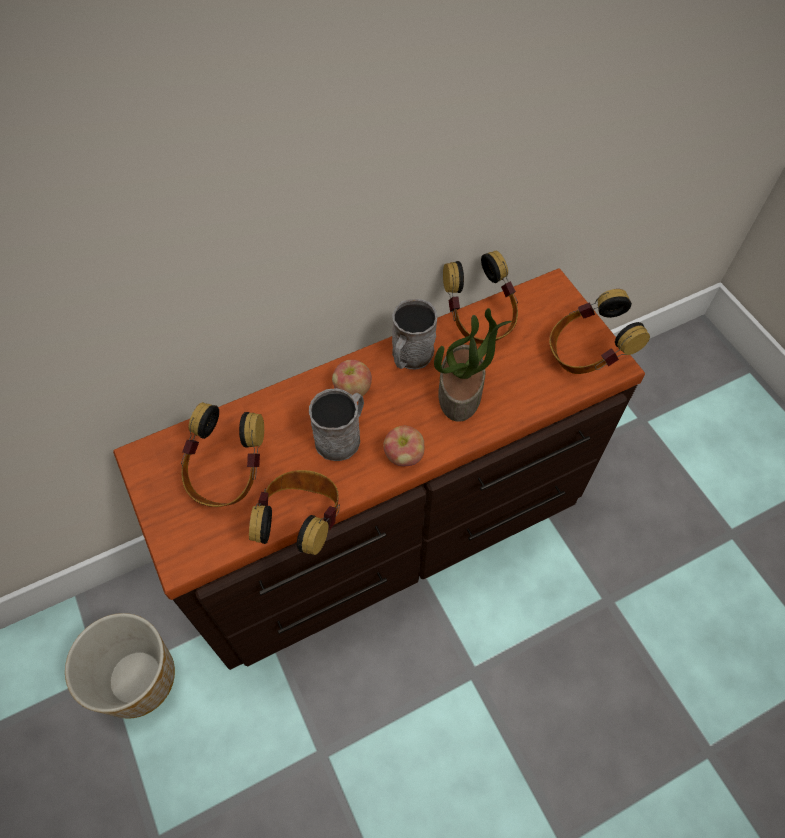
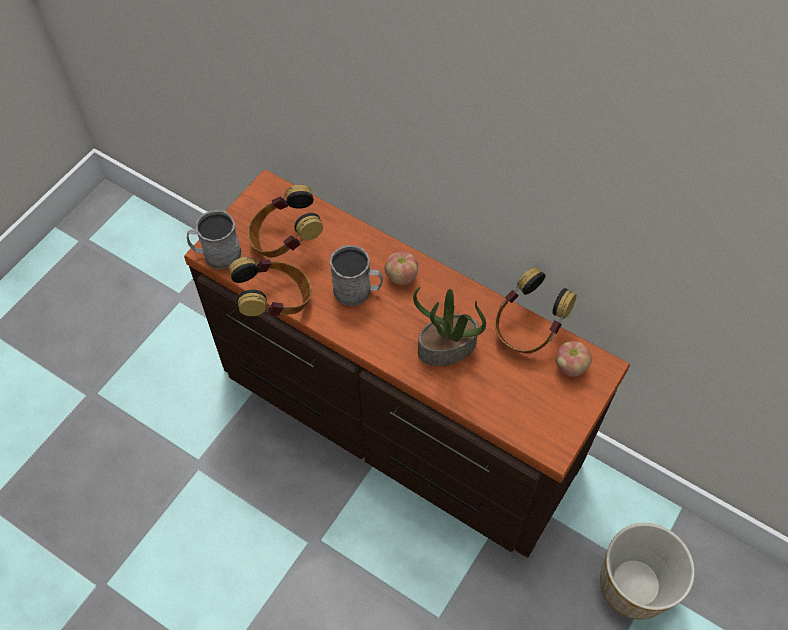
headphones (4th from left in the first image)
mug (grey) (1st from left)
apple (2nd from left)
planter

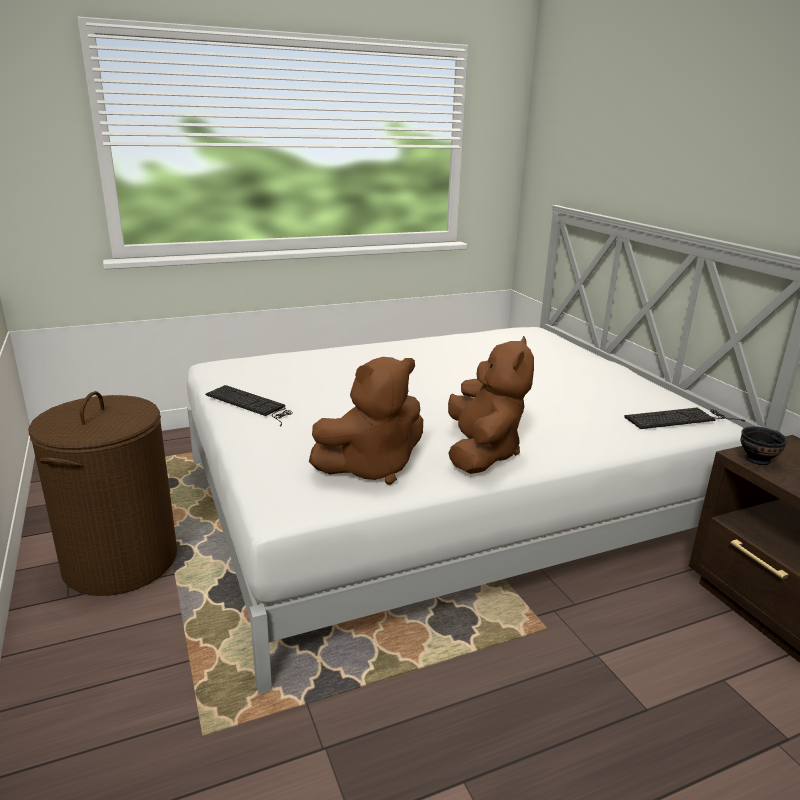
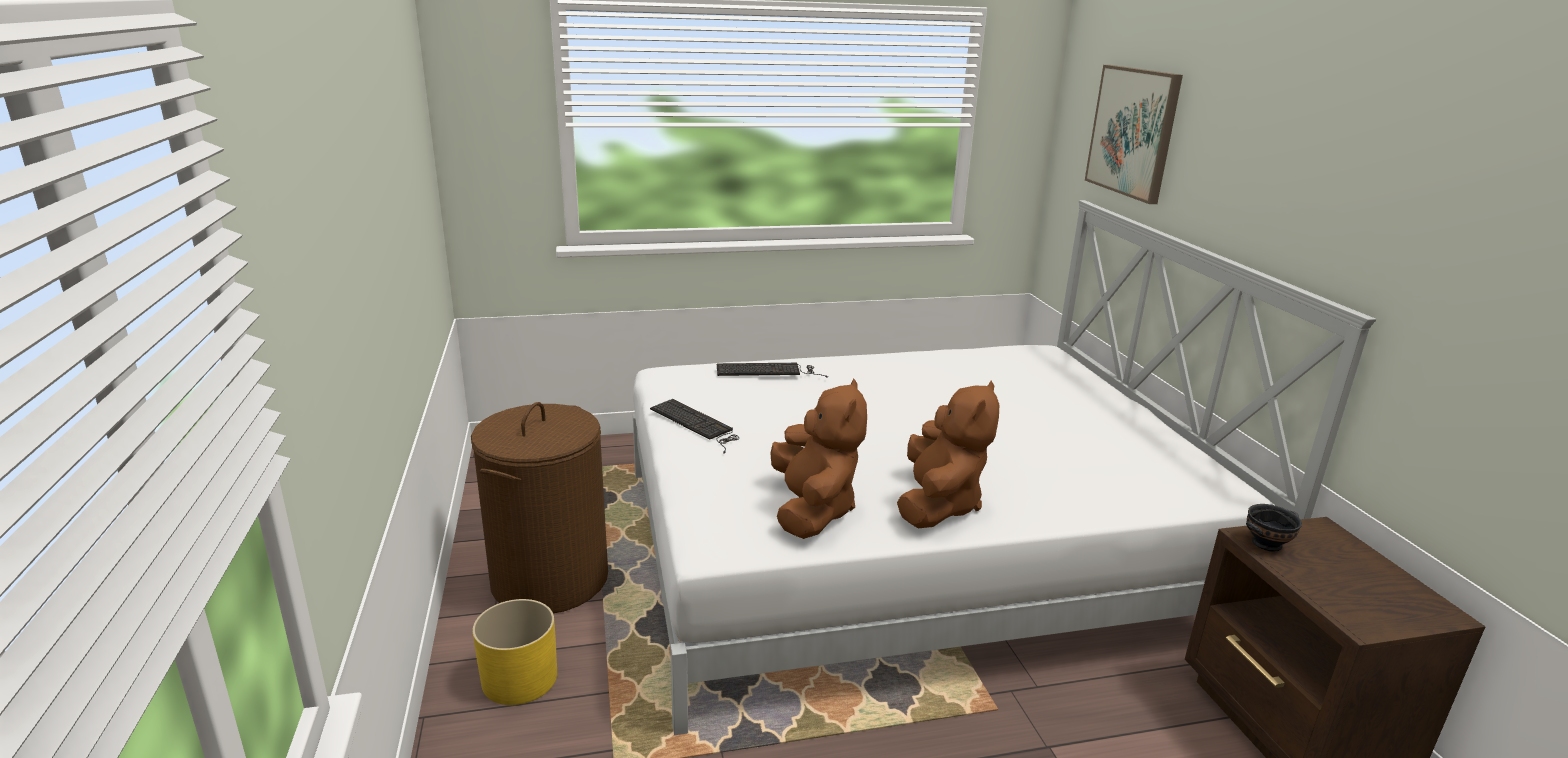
plush toy (brown) (1st from left)
keyboard (2nd from left)
picture
planter (yellow)

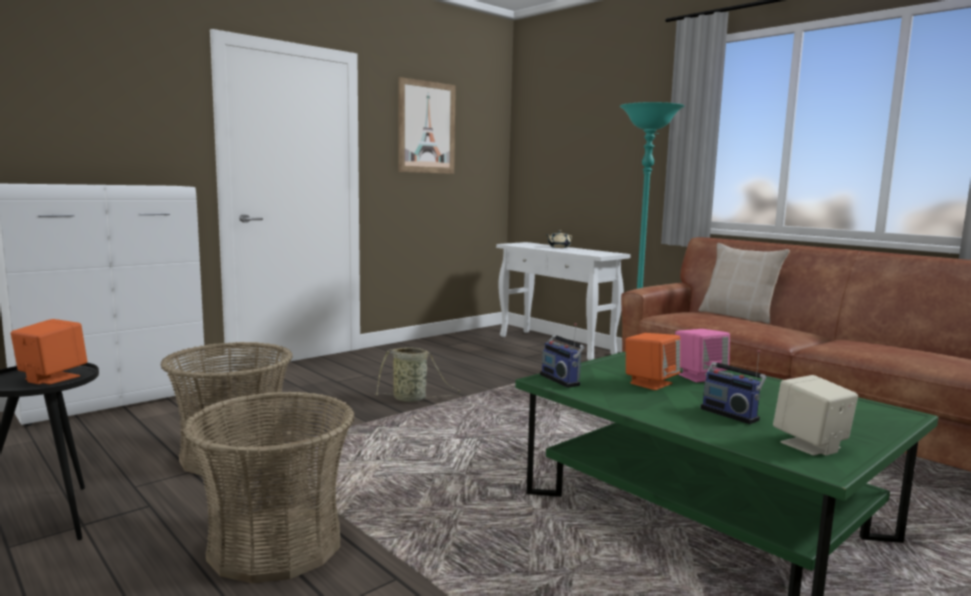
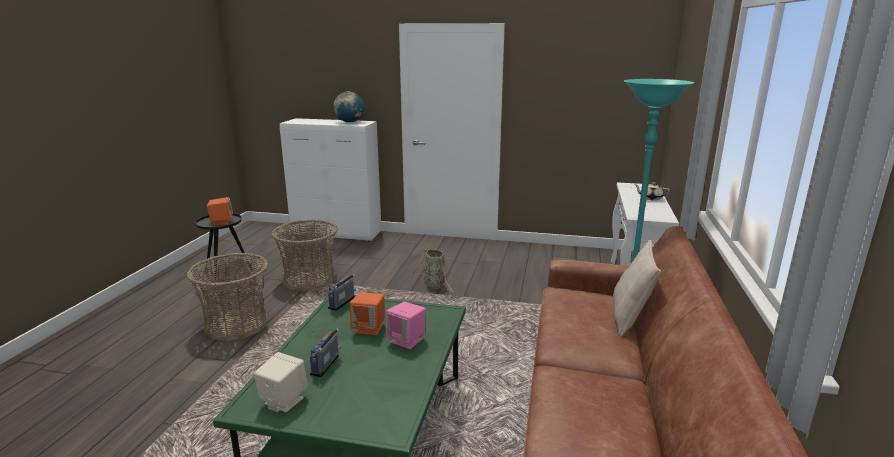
picture
globe

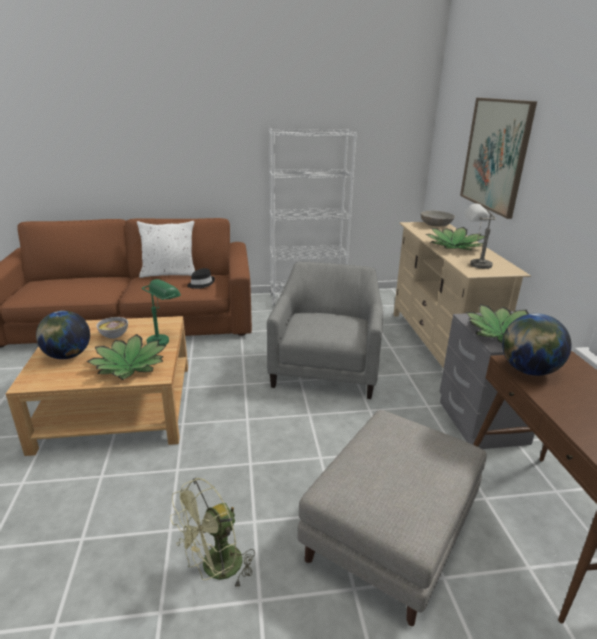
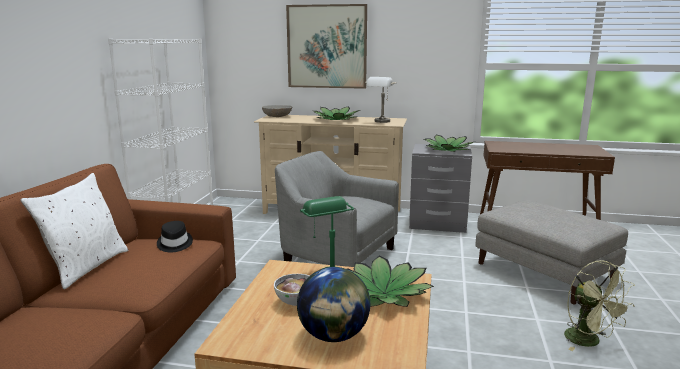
globe (2nd from left in the first image)

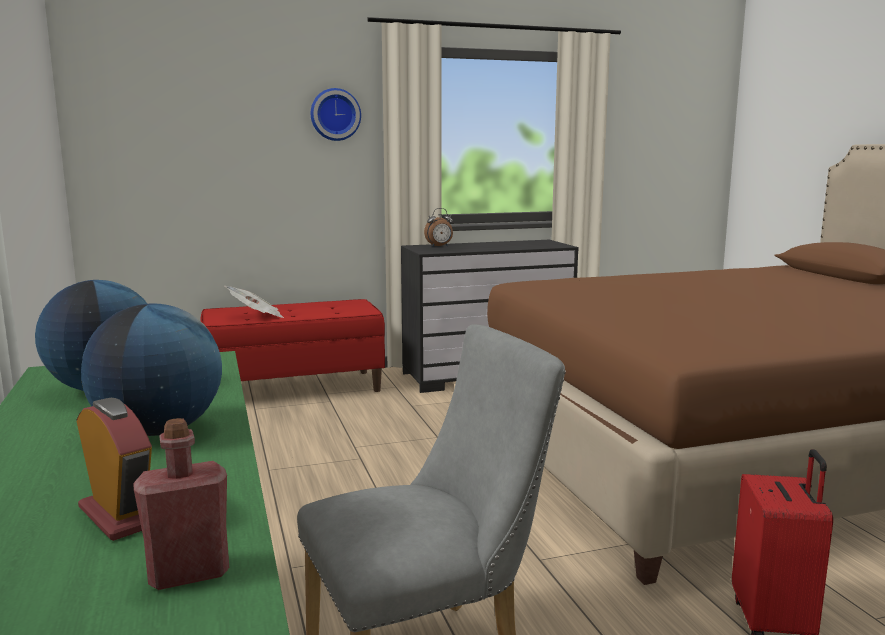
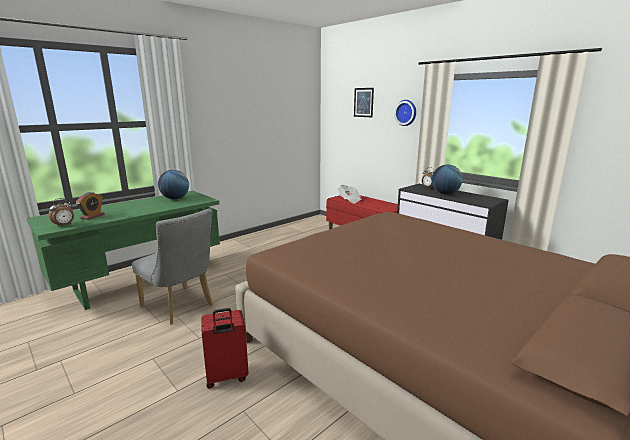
globe (2nd from left)
alarm clock (1st from left)
picture

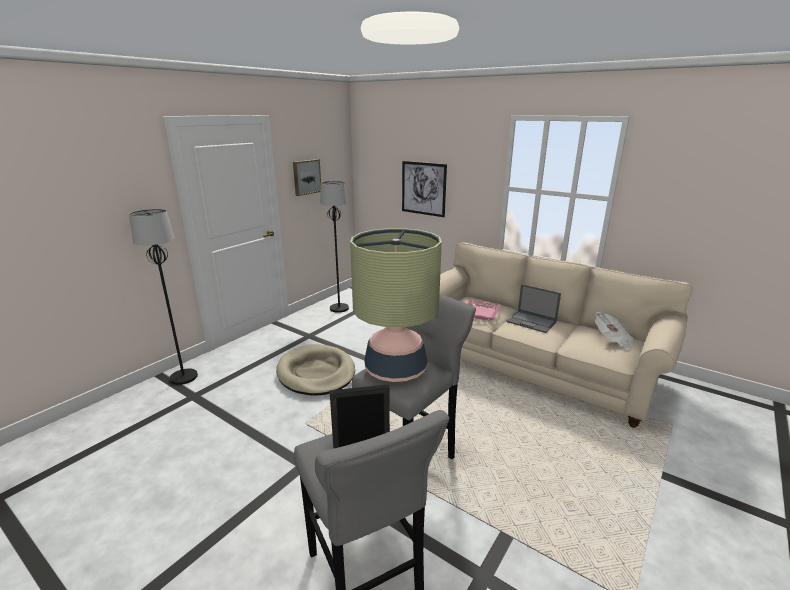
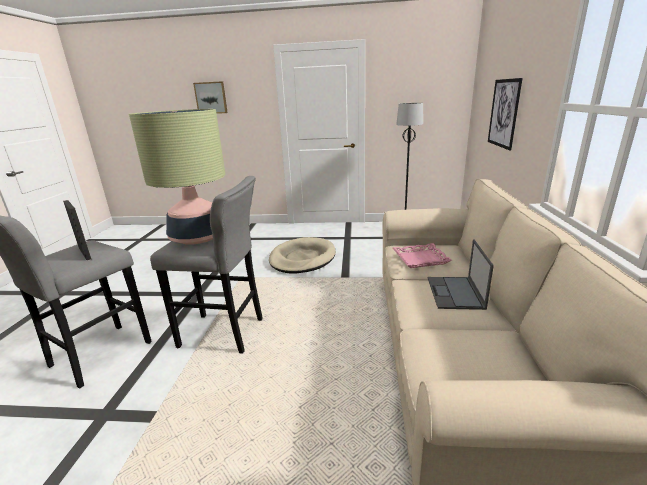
picture (1st from left)
floor lamp (black) (1st from left in the first image)
newspaper

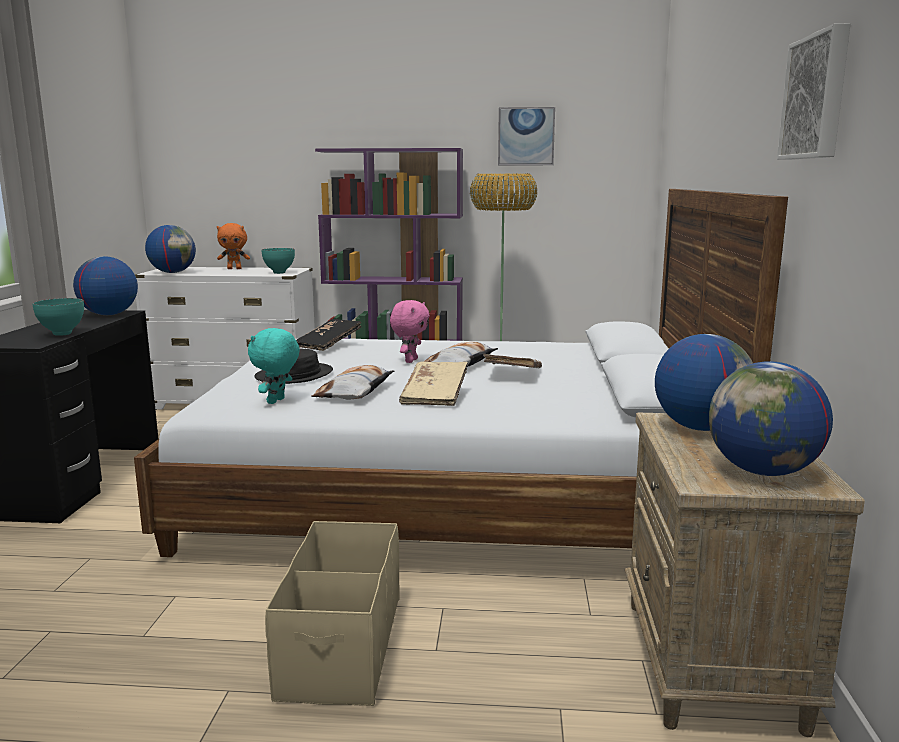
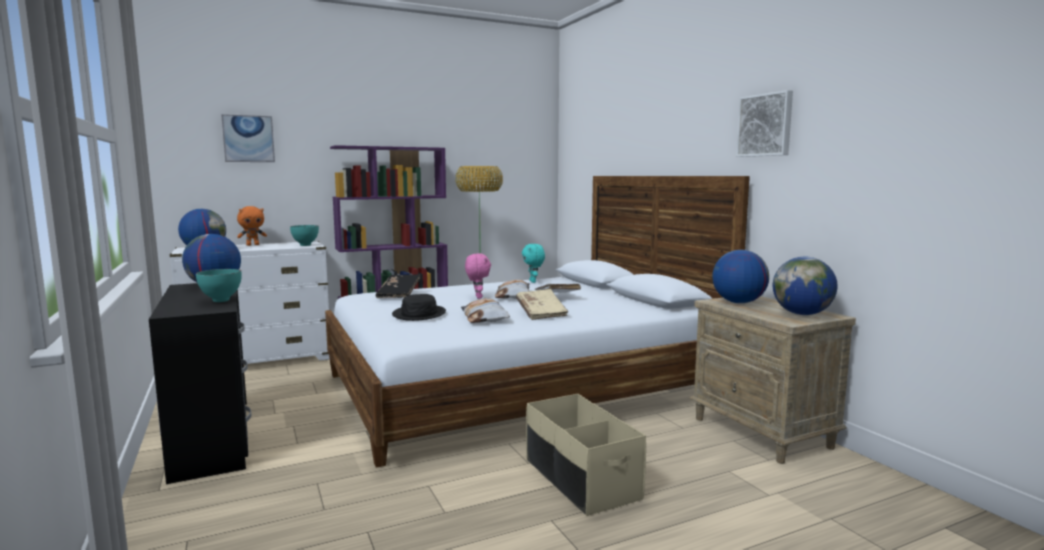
picture (1st from left)
plush toy (turquoise)

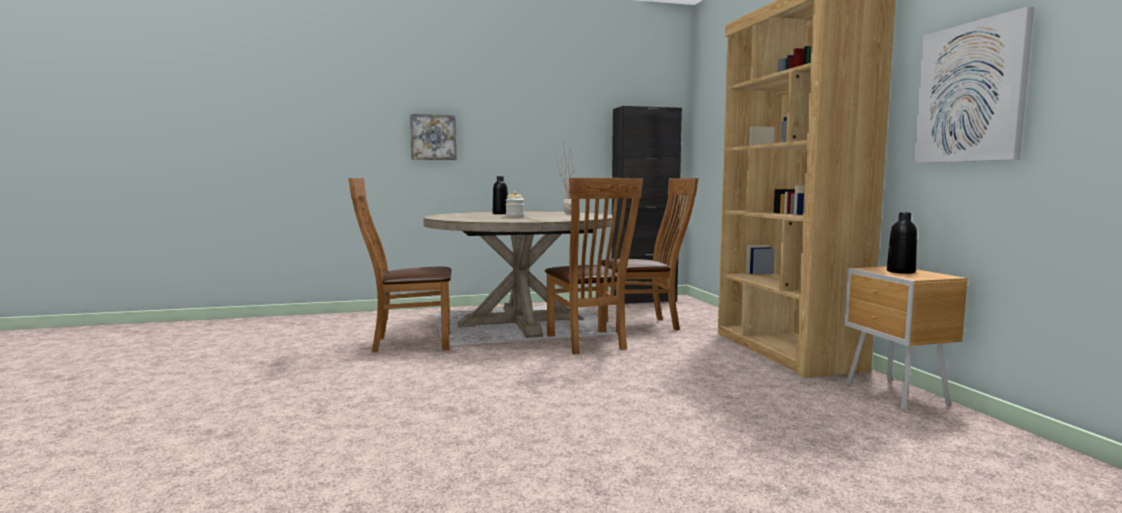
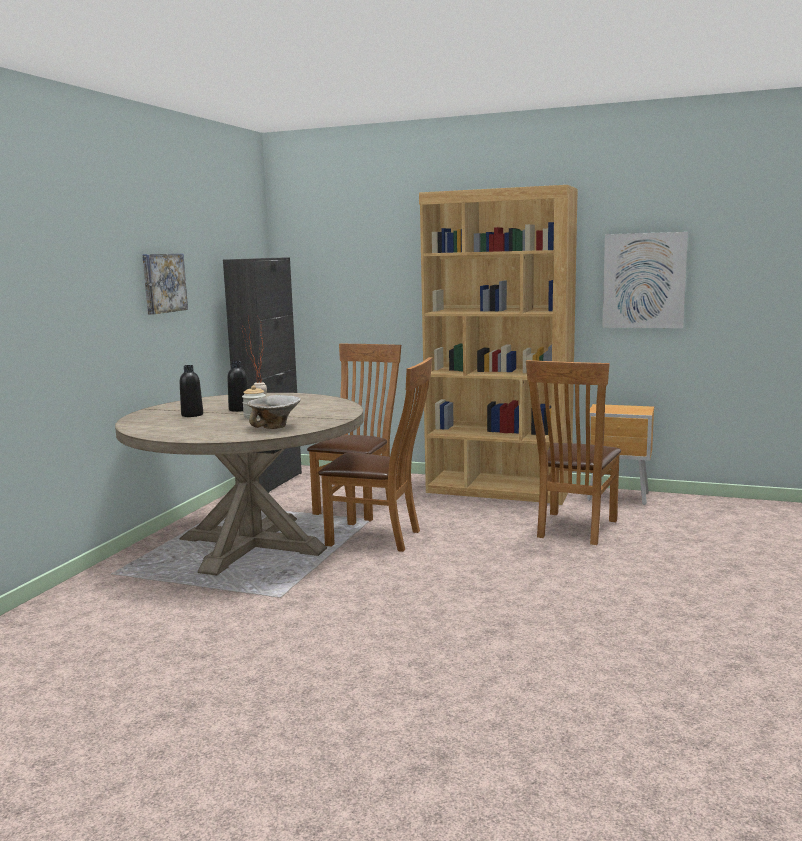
picture (1st from left)
chair (brown) (3rd from left)
bottle (black) (2nd from left)
bowl

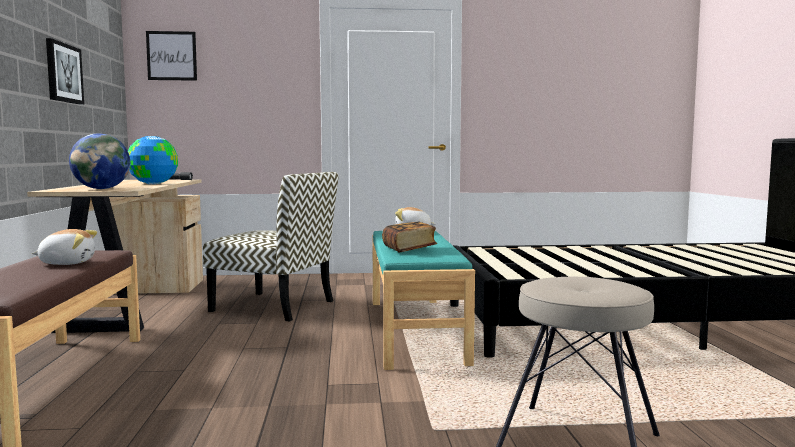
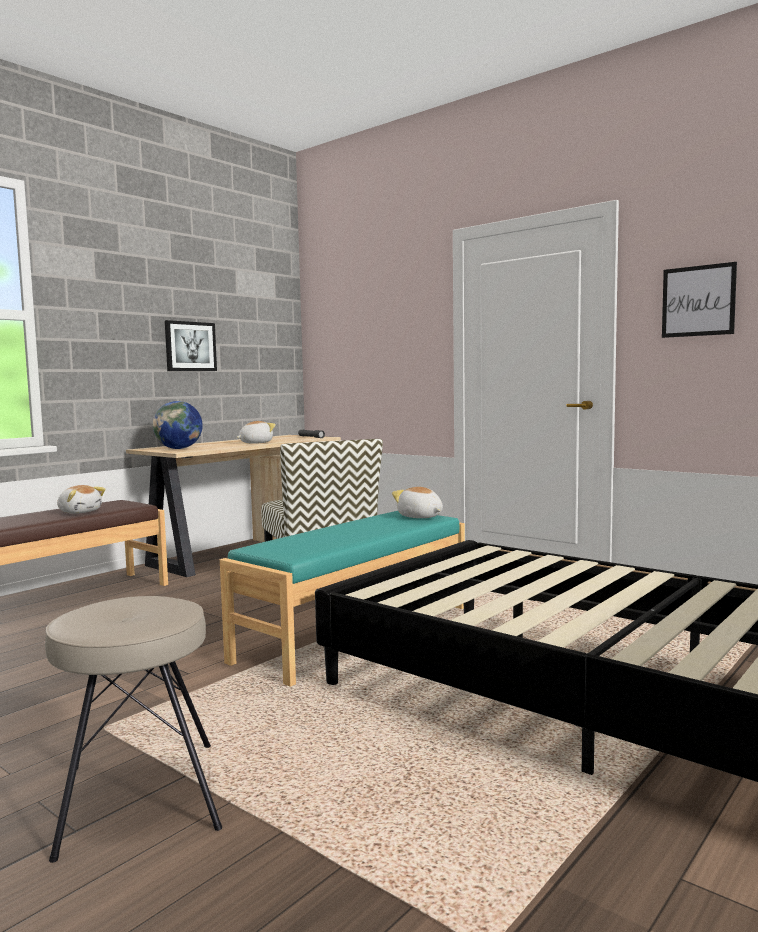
picture (2nd from left)
plush toy (2nd from left)
book

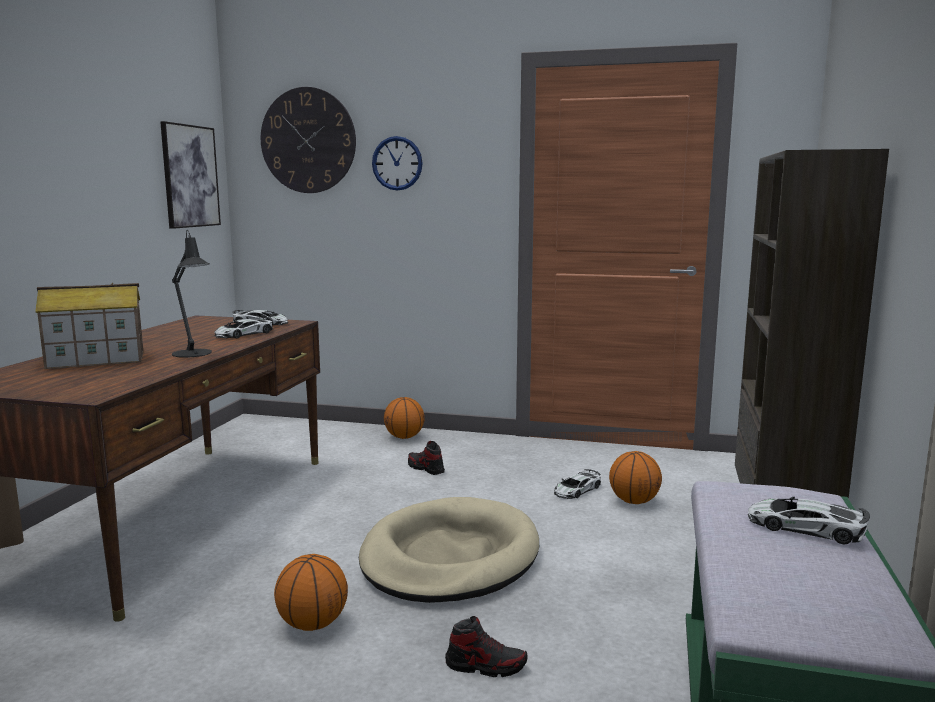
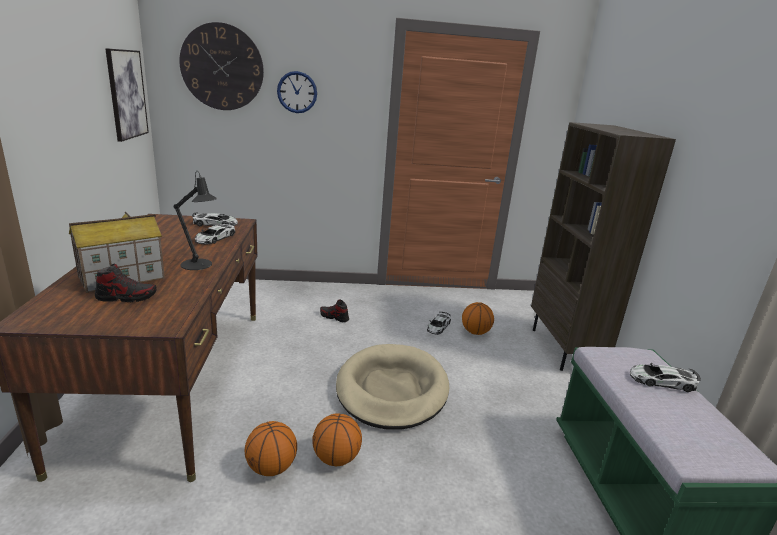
basketball (1st from left)
shoe (1st from left)

